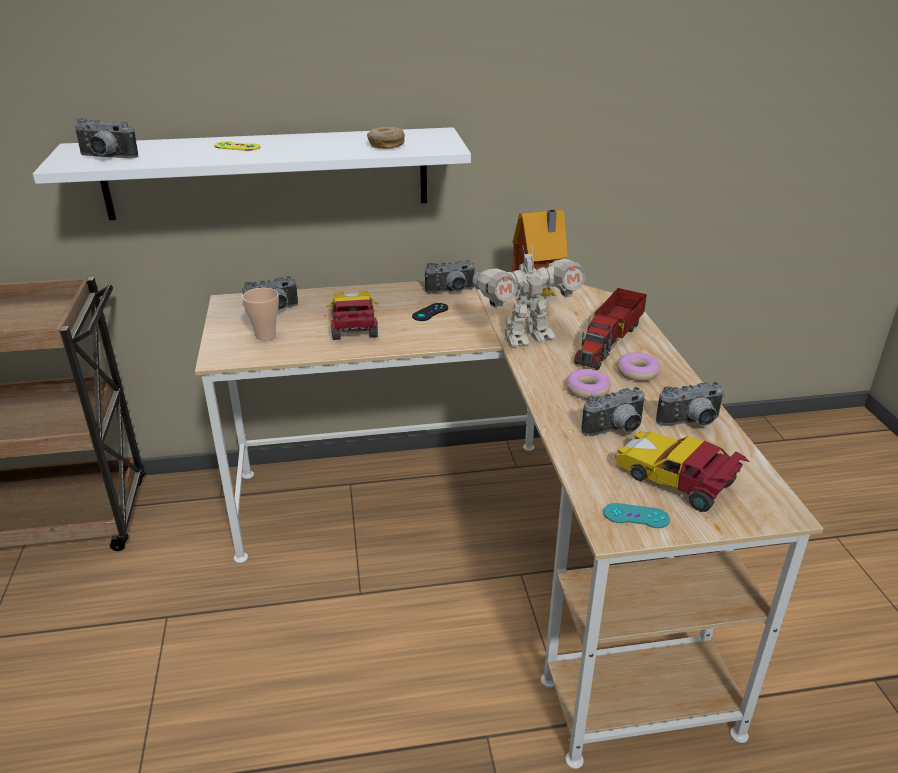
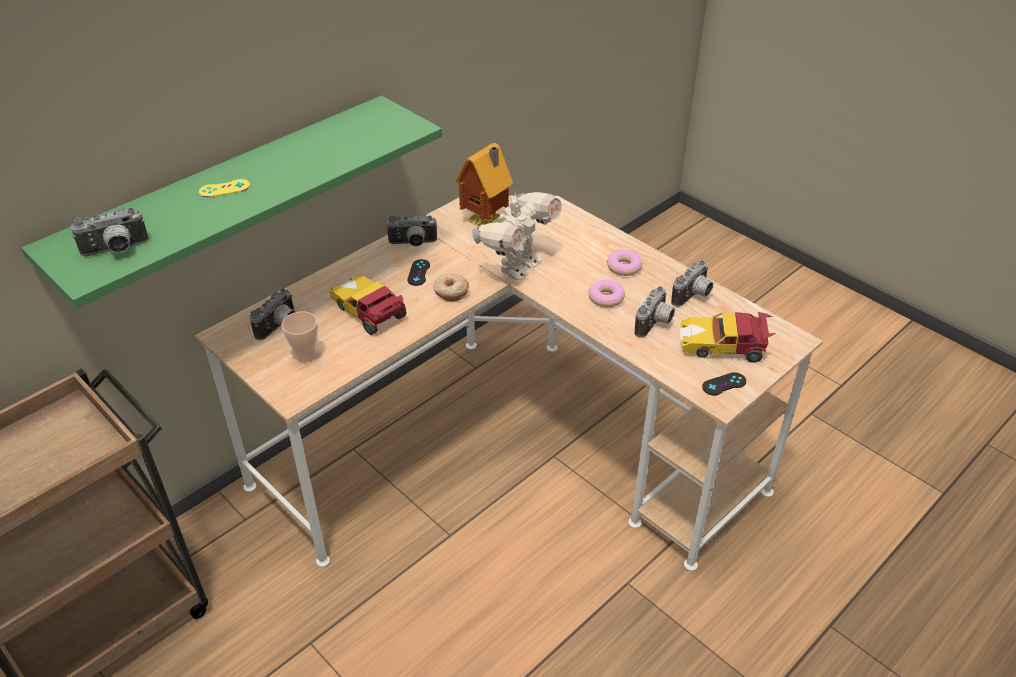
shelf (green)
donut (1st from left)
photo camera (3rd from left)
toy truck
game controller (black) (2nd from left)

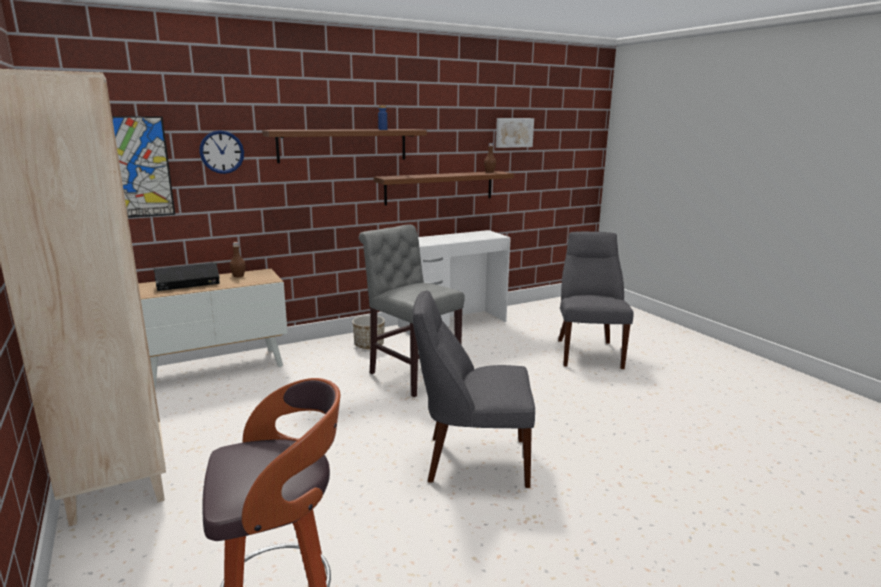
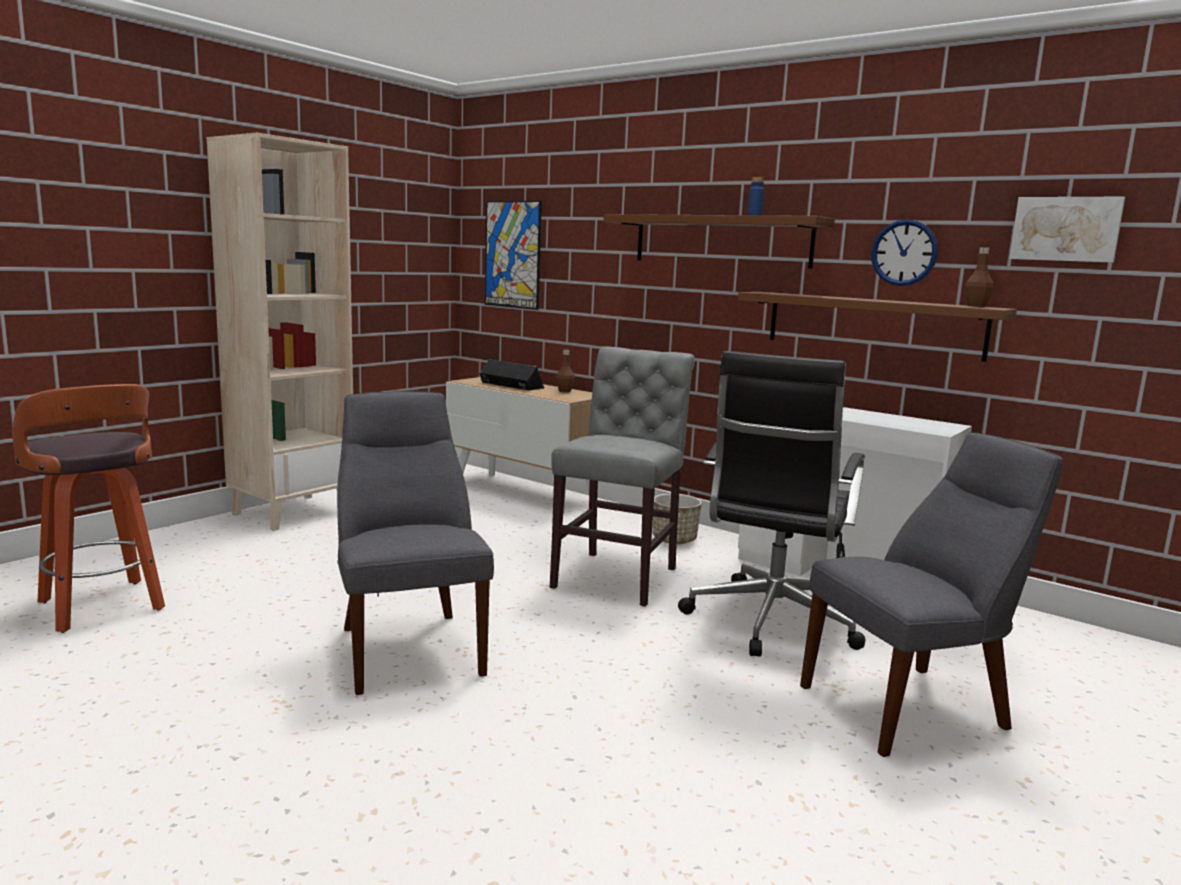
wall clock
office chair (black)

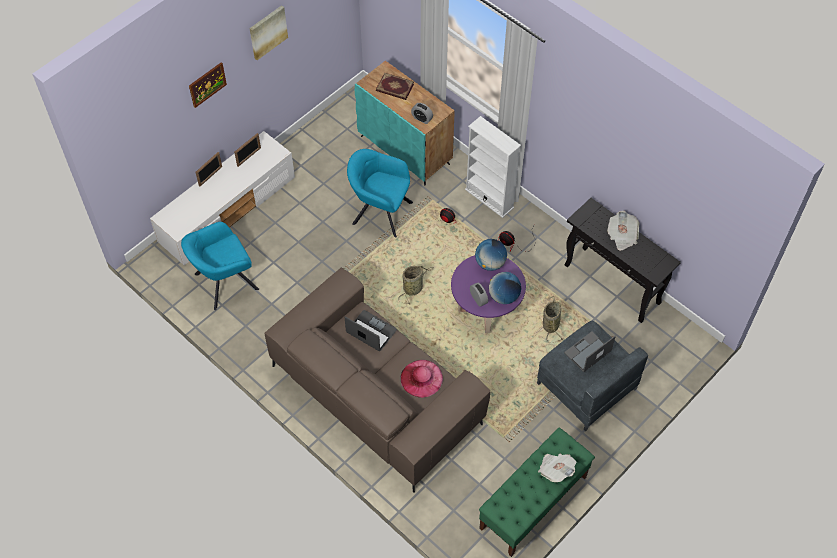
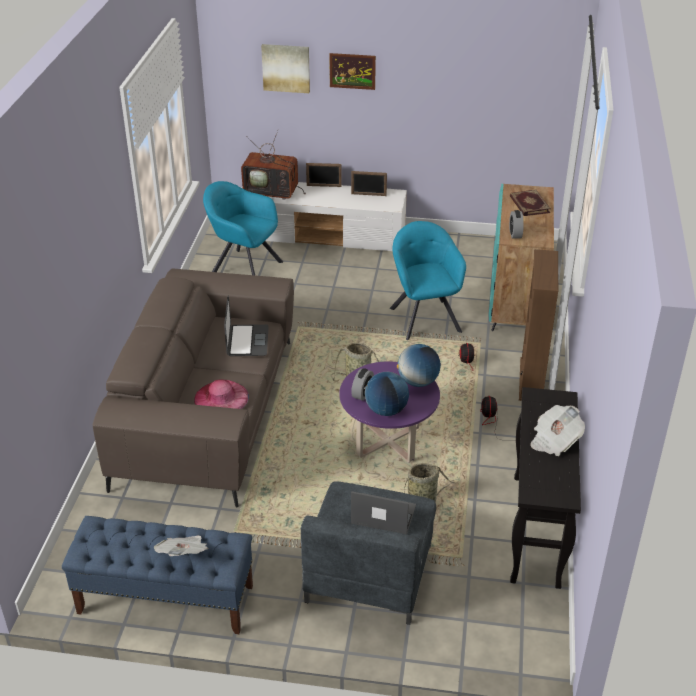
picture (1st from left)
bookcase (brown)
bench (blue)
television

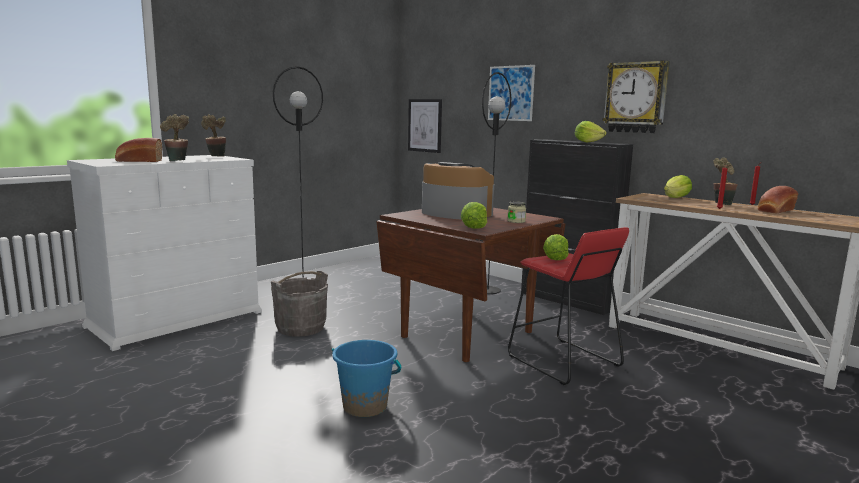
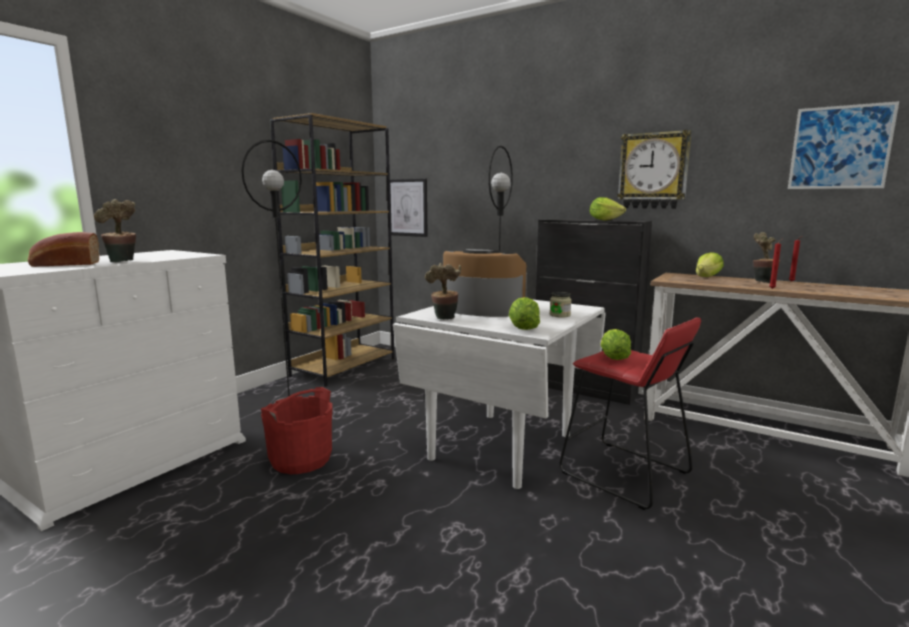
picture (2nd from left)
potted plant (2nd from left)
bread (2nd from left in the first image)
dining table (white)
bucket (red)
bucket (blue)
bookcase (brown)

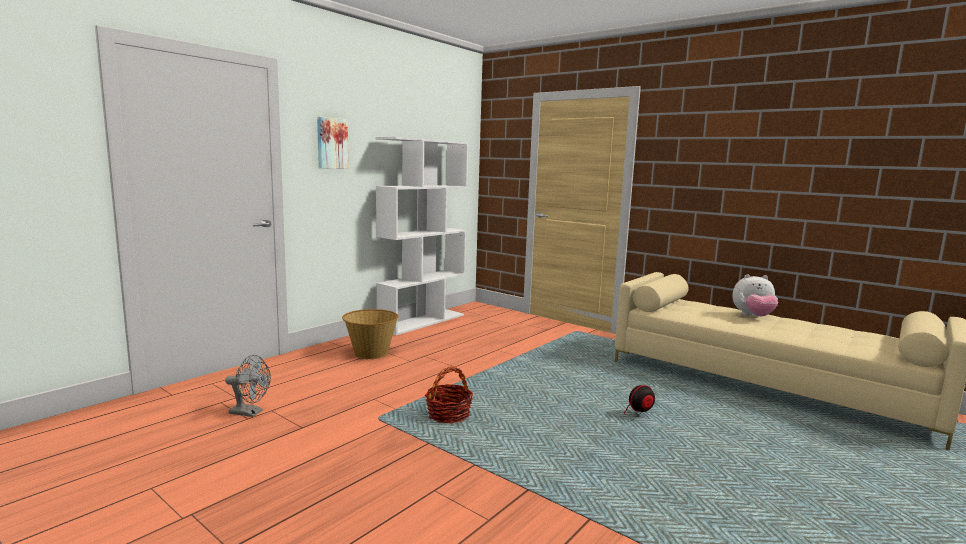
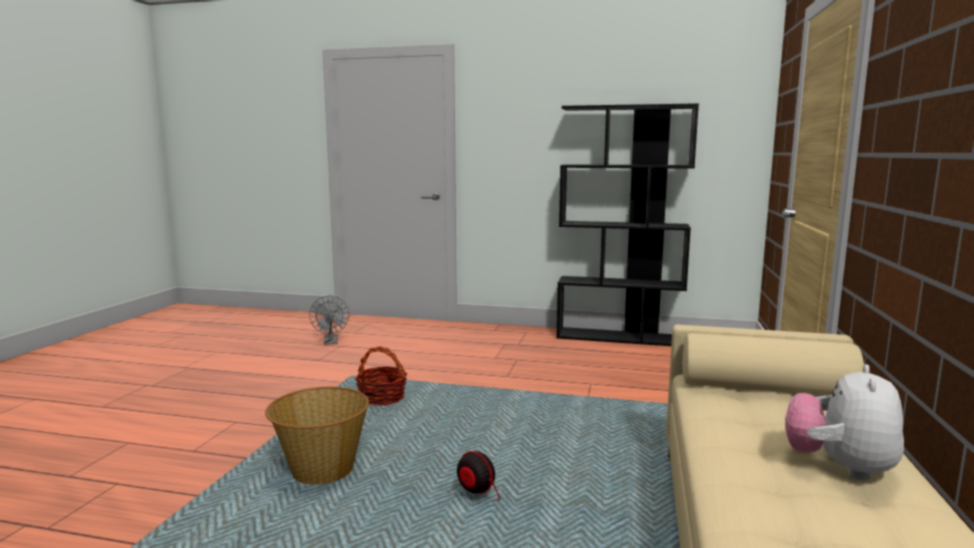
picture
bookcase (black)
plush toy
basket (1st from left)

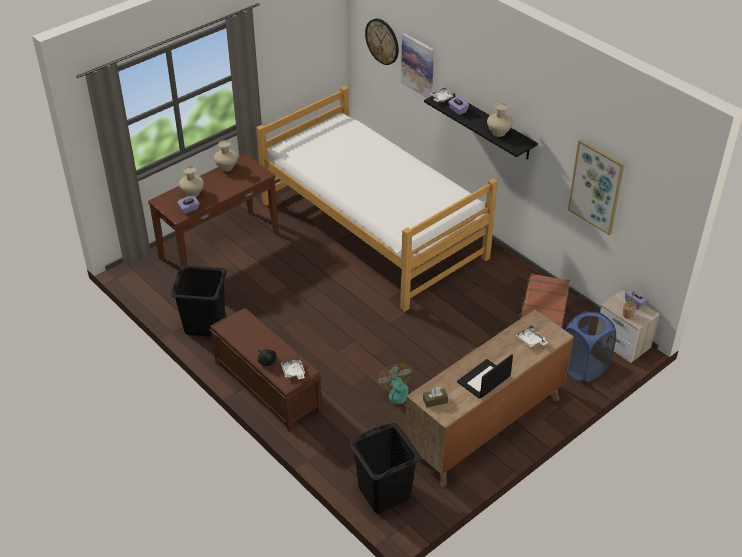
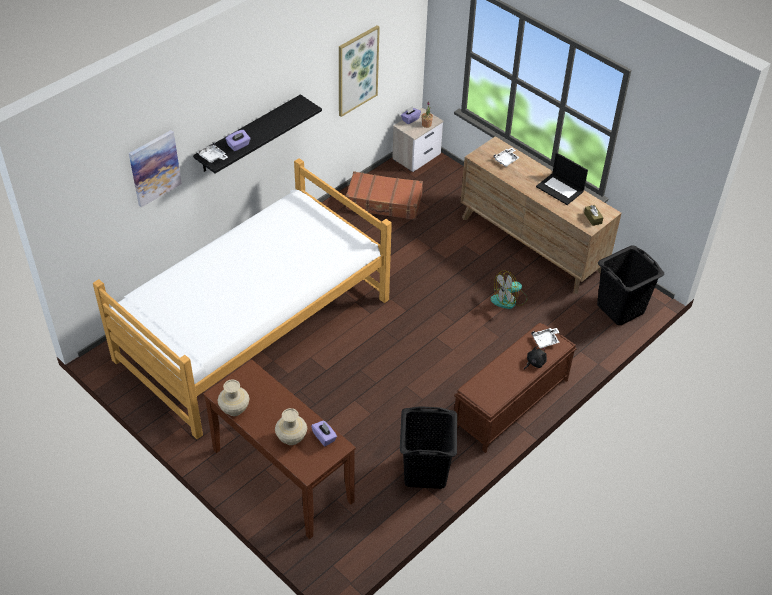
wall clock
vase (beige) (3rd from left in the first image)
laundry basket (blue)

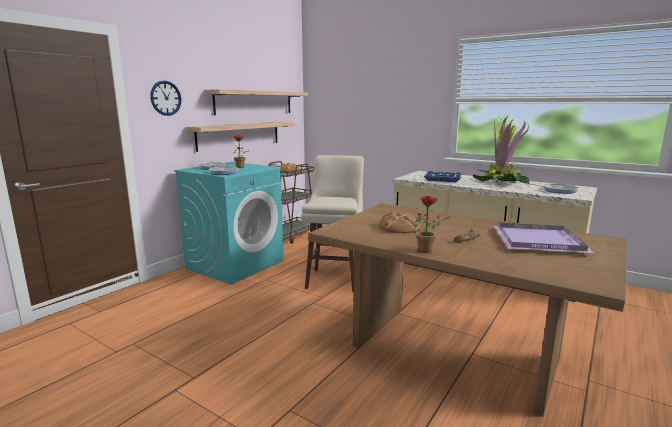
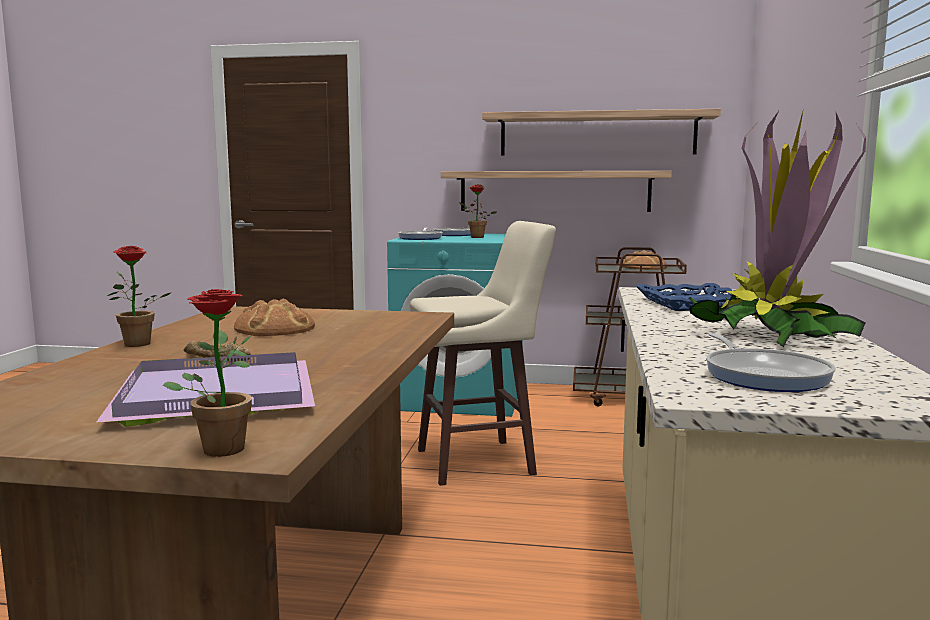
wall clock
potted plant (2nd from left)

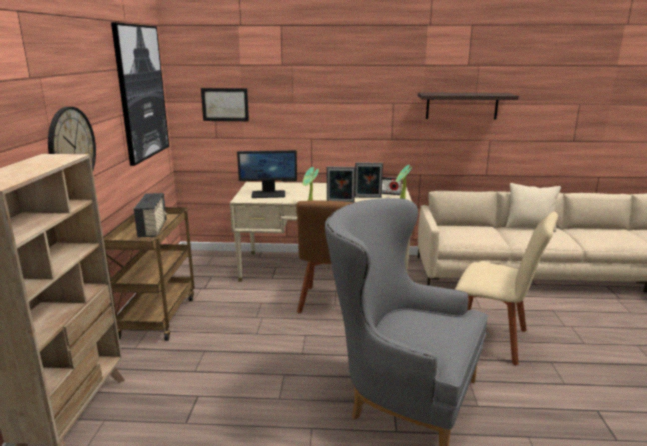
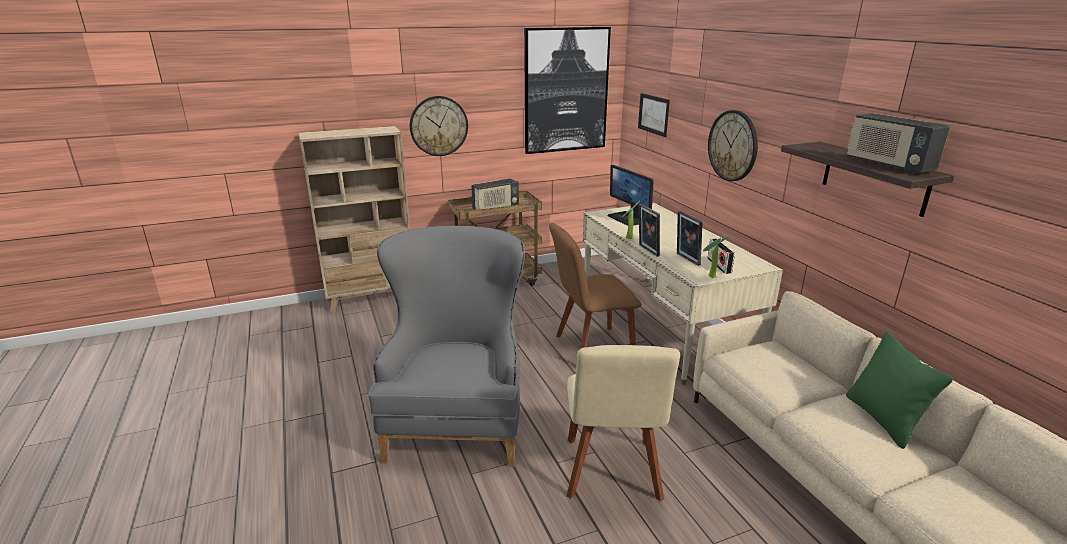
pillow (green)
wall clock (2nd from left)
radio (3rd from left)

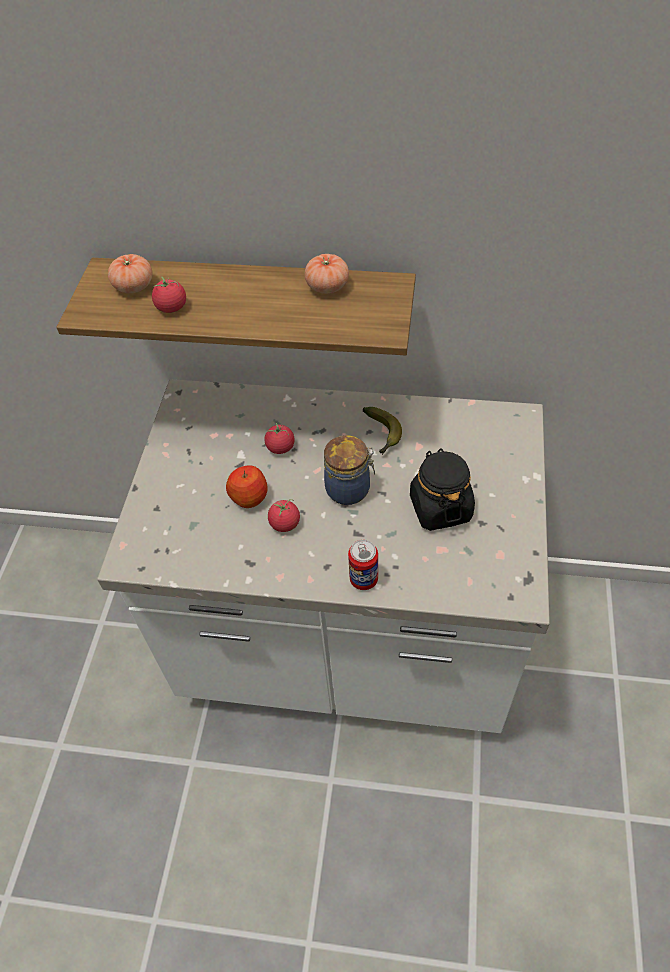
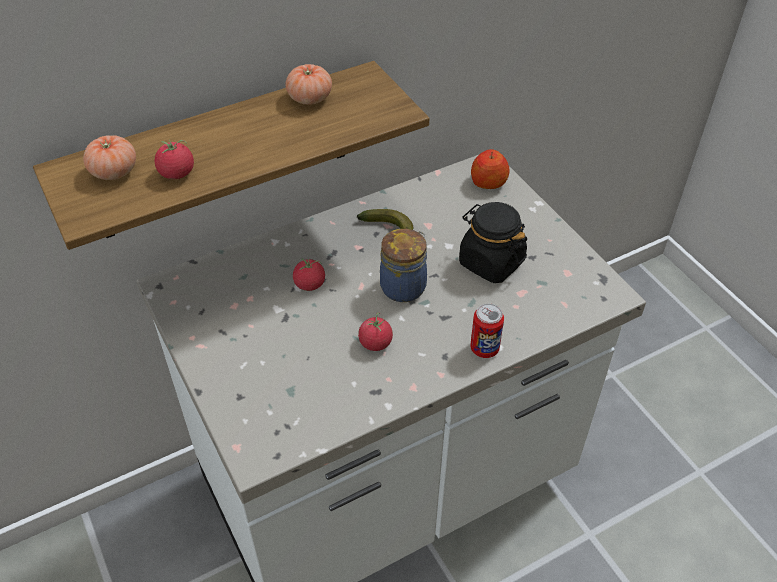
apple

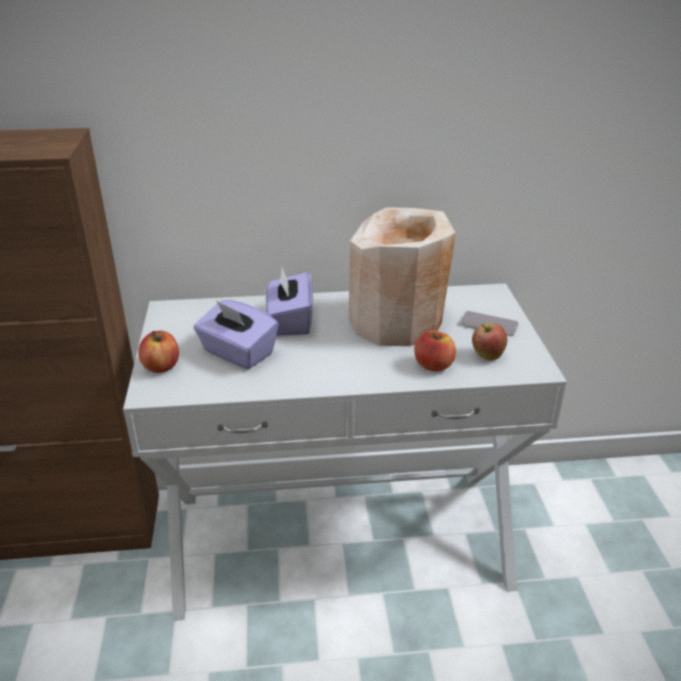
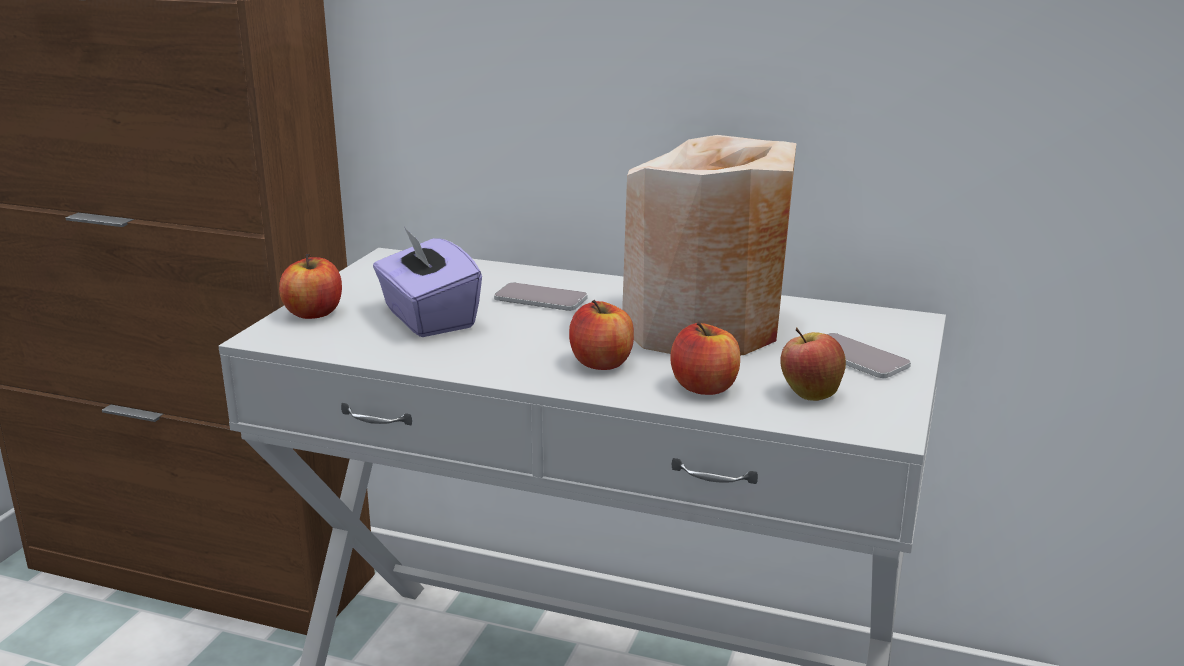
phone (1st from left)
apple (2nd from left)

